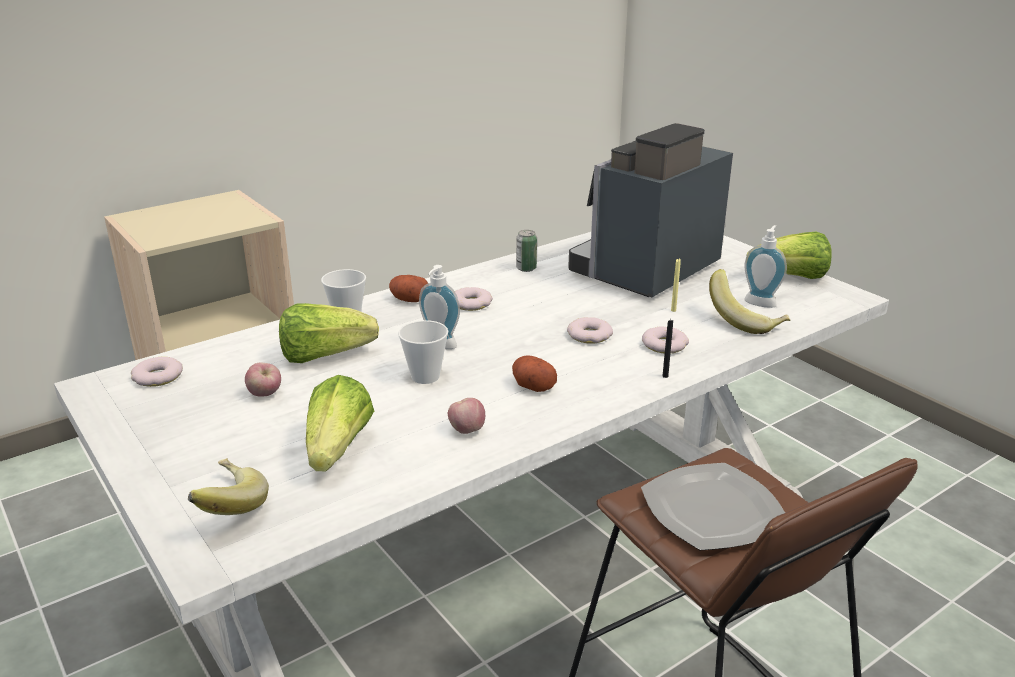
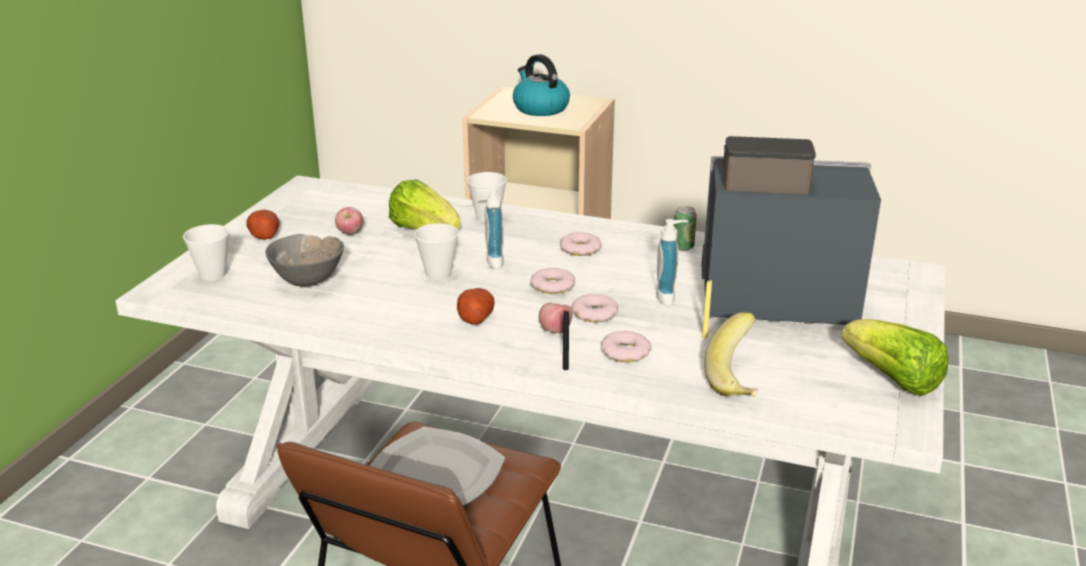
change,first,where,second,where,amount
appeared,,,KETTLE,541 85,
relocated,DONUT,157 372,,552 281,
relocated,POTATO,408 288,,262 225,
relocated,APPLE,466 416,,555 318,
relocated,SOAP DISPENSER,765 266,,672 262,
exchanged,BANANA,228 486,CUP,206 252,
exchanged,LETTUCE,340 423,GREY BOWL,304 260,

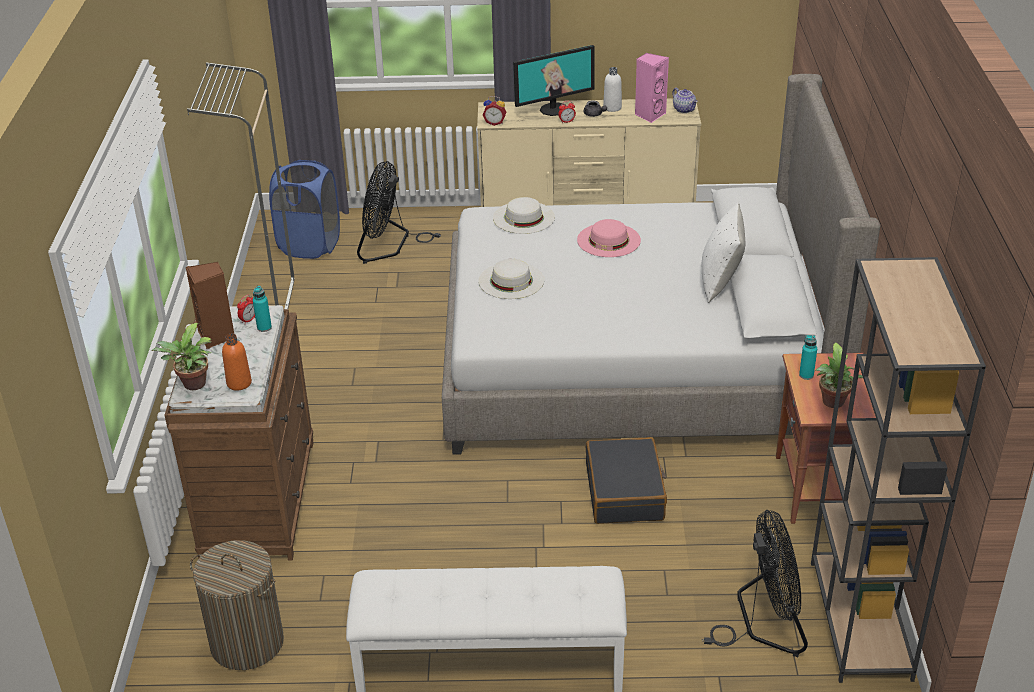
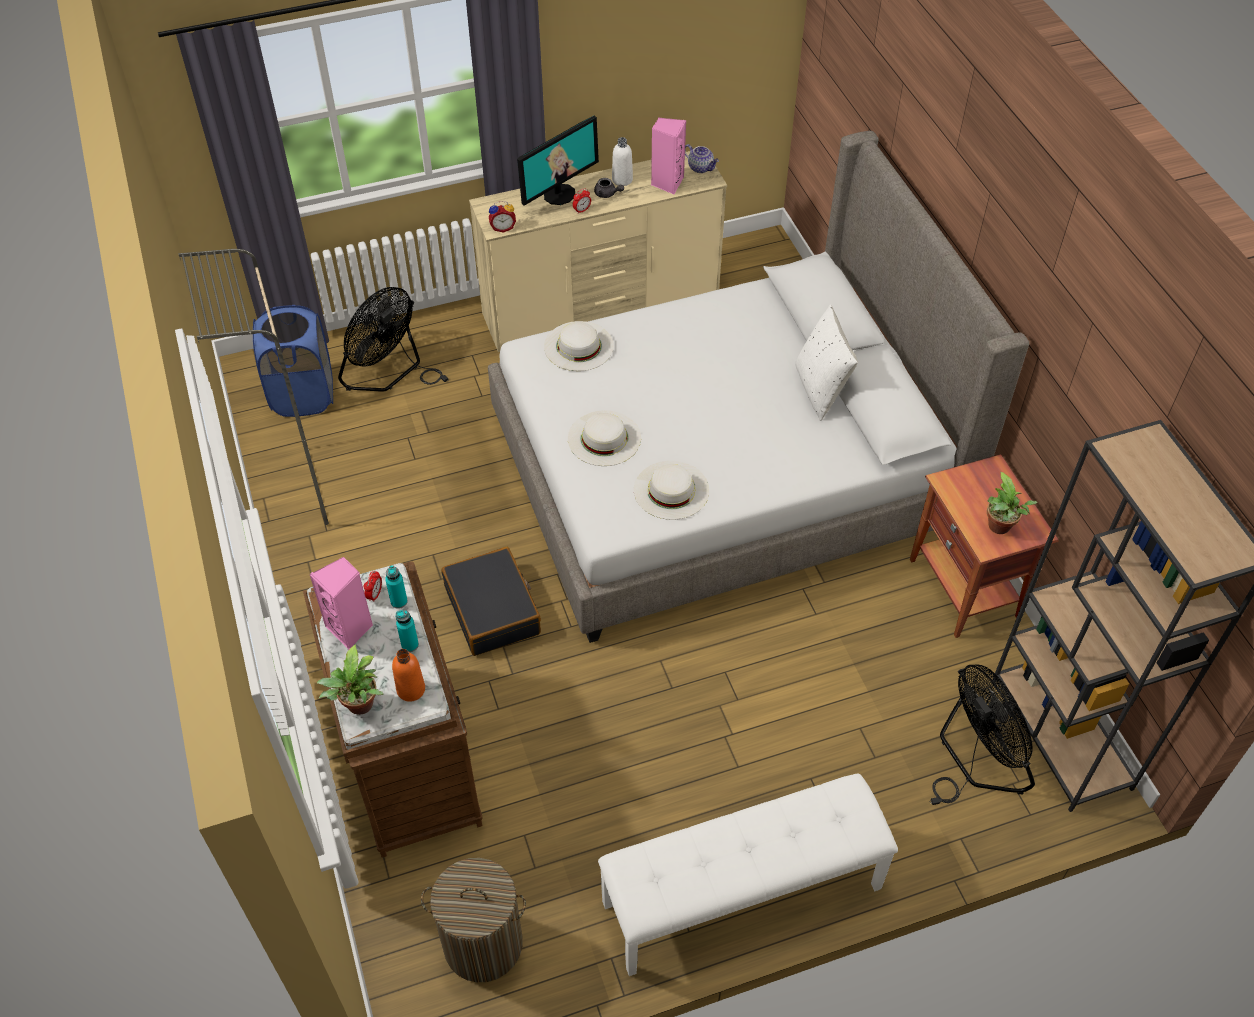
change,first,where,second,where,amount
missing,PINK HAT,609 238,,,
appeared,,,WHITE HAT,671 490,
relocated,BLACK SUITCASE,626 480,,491 601,
relocated,TURQUOISE BOTTLE,808 357,,407 631,
colour,BROWN SPEAKER,210 305,PINK SPEAKER,341 603,
spun,BLACK FAN,399 212,,393 339,45 degrees clockwise

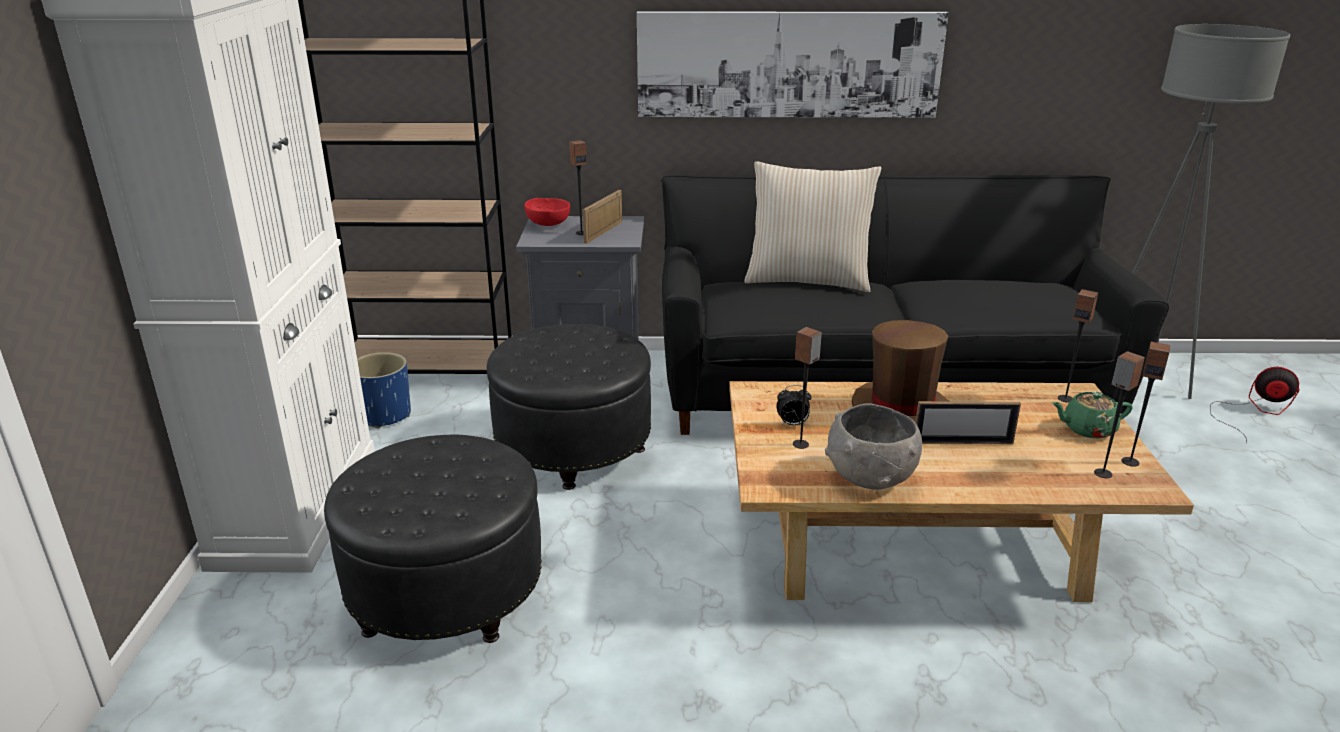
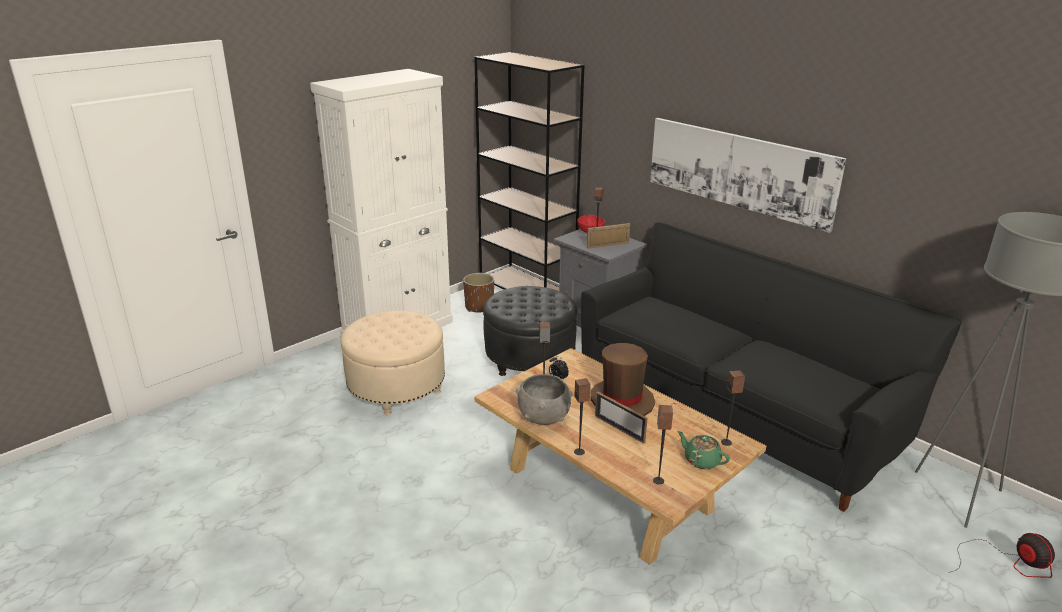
change,first,where,second,where,amount
missing,BEIGE PILLOW,812 226,,,
relocated,SPEAKER,1145 404,,582 416,
colour,BLACK OTTOMAN,433 539,BEIGE OTTOMAN,393 363,
colour,BLUE PLANTER,384 390,BROWN PLANTER,478 292,

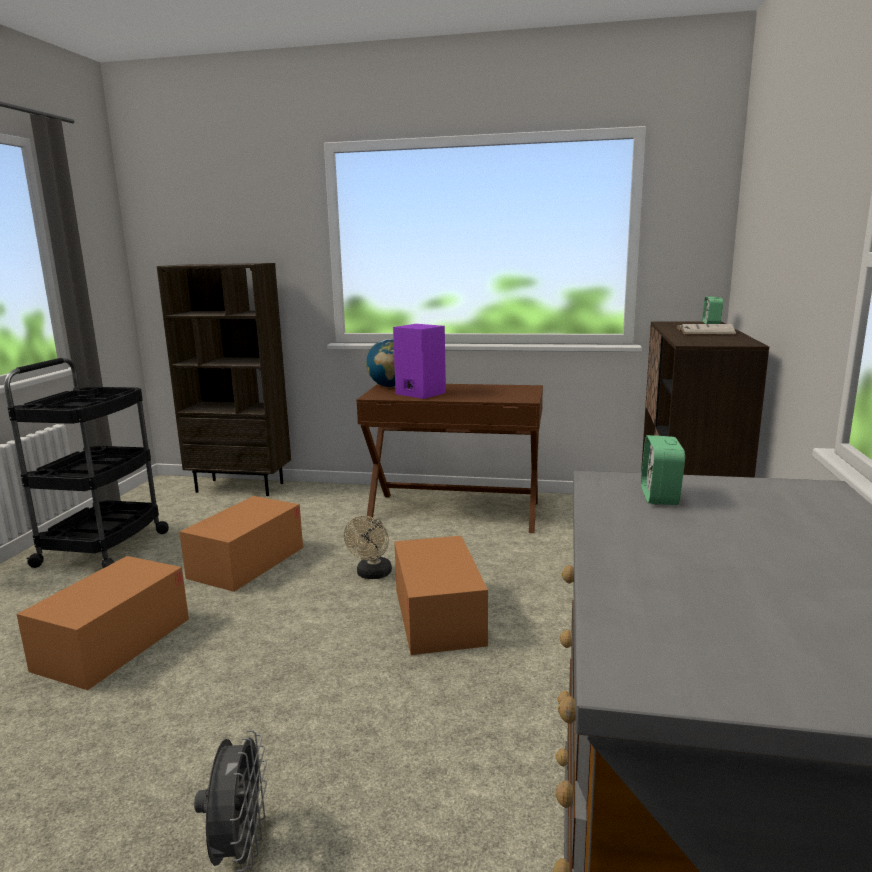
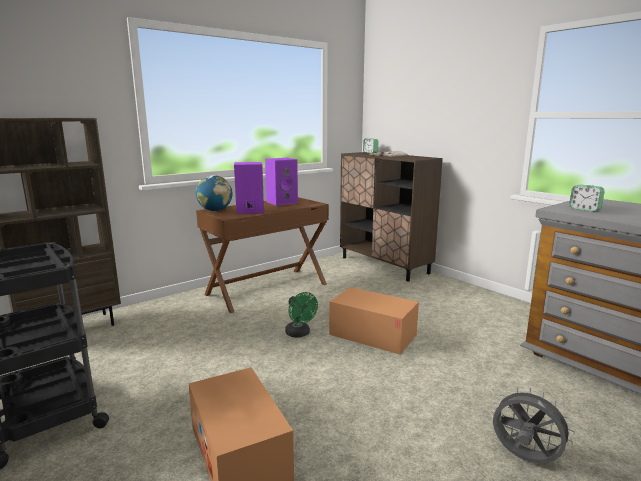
change,first,where,second,where,amount
missing,CARDBOARD BOX,241 544,,,
appeared,,,PURPLE SPEAKER,281 182,
colour,BEIGE FAN,368 547,GREEN FAN,301 315,

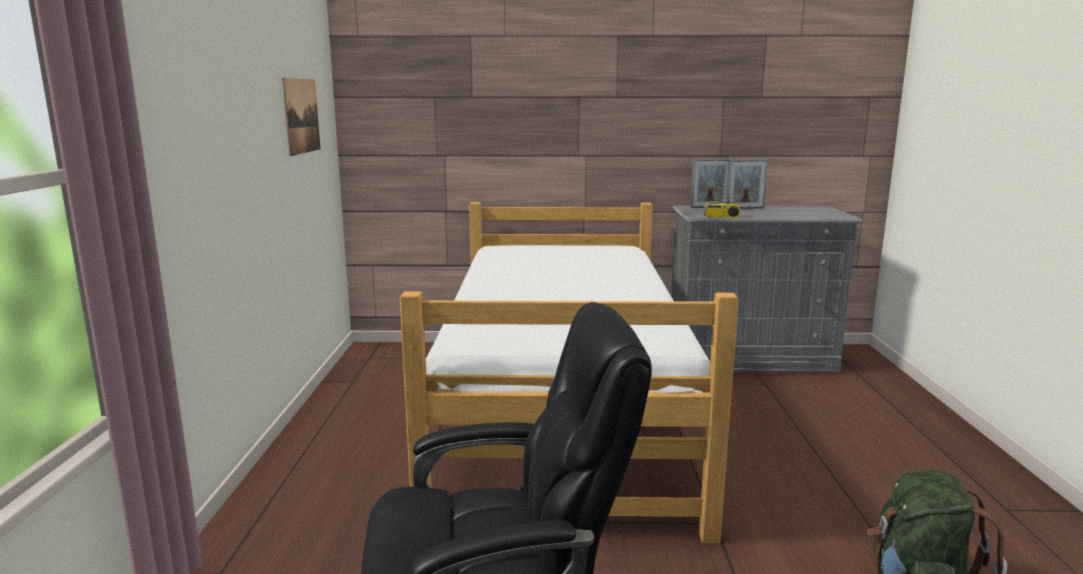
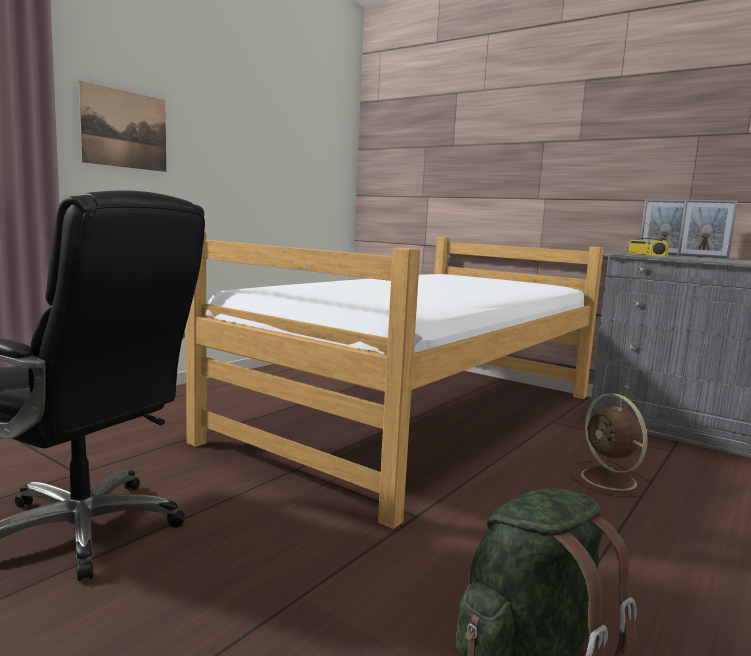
change,first,where,second,where,amount
appeared,,,BROWN FAN,611 445,
relocated,PICTURE,301 117,,122 126,

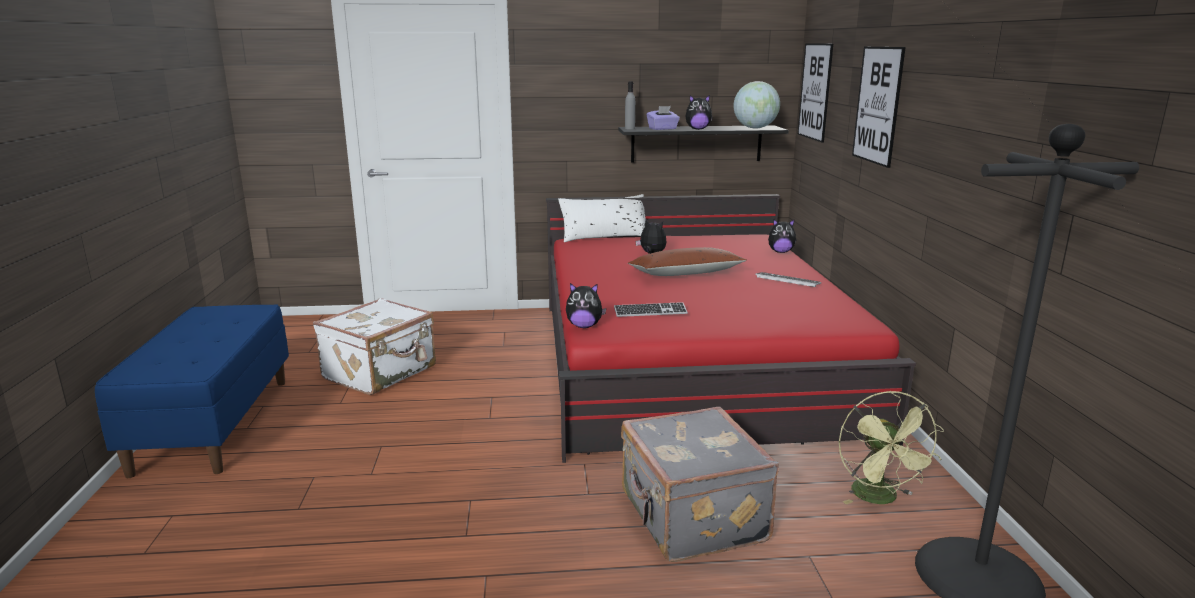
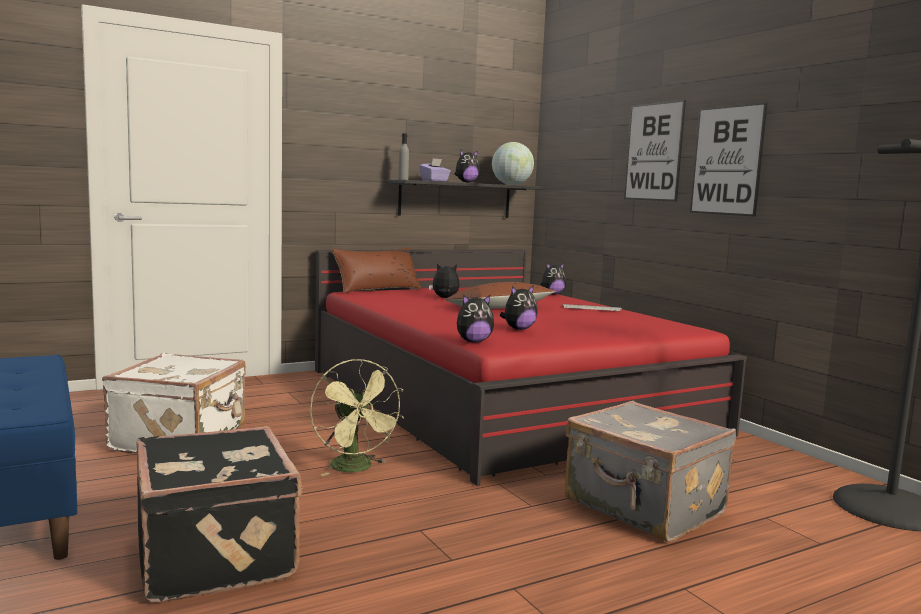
change,first,where,second,where,amount
appeared,,,BLACK SUITCASE,219 514,
relocated,PICTURE,815 92,,729 159,
relocated,GREEN FAN,891 447,,357 417,
exchanged,KEYBOARD,651 309,PLUSH TOY,519 307,
colour,WHITE PILLOW,602 218,BROWN PILLOW,376 270,

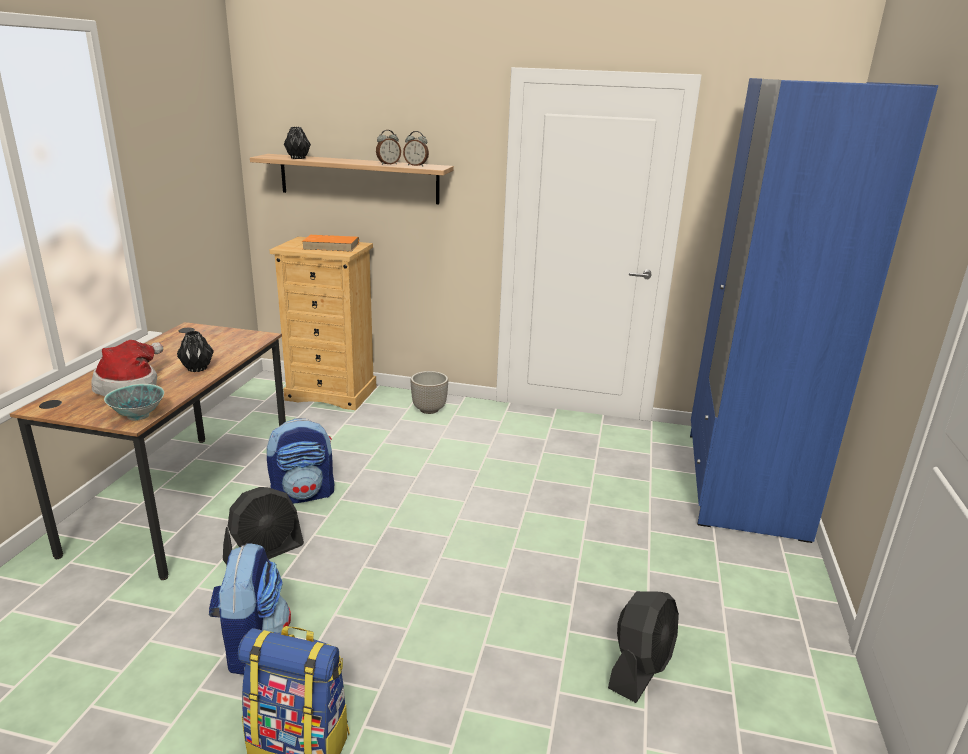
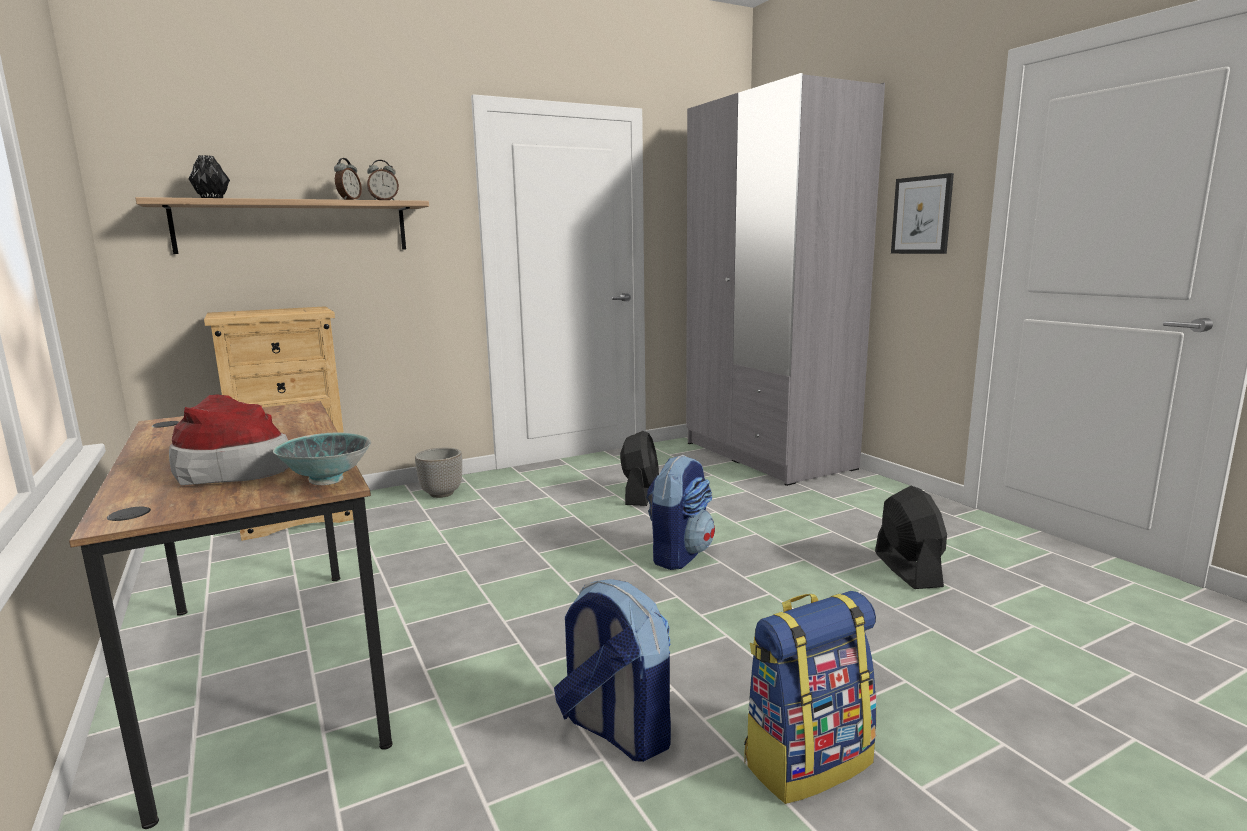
change,first,where,second,where,amount
missing,BLACK VASE,195 351,,,
missing,ORANGE BOOK,330 243,,,
appeared,,,PICTURE,922 213,
relocated,BLACK FAN,263 526,,639 468,
relocated,BACKPACK,300 461,,680 512,
colour,BLUE WARDROBE,814 310,GREY WARDROBE,785 279,

